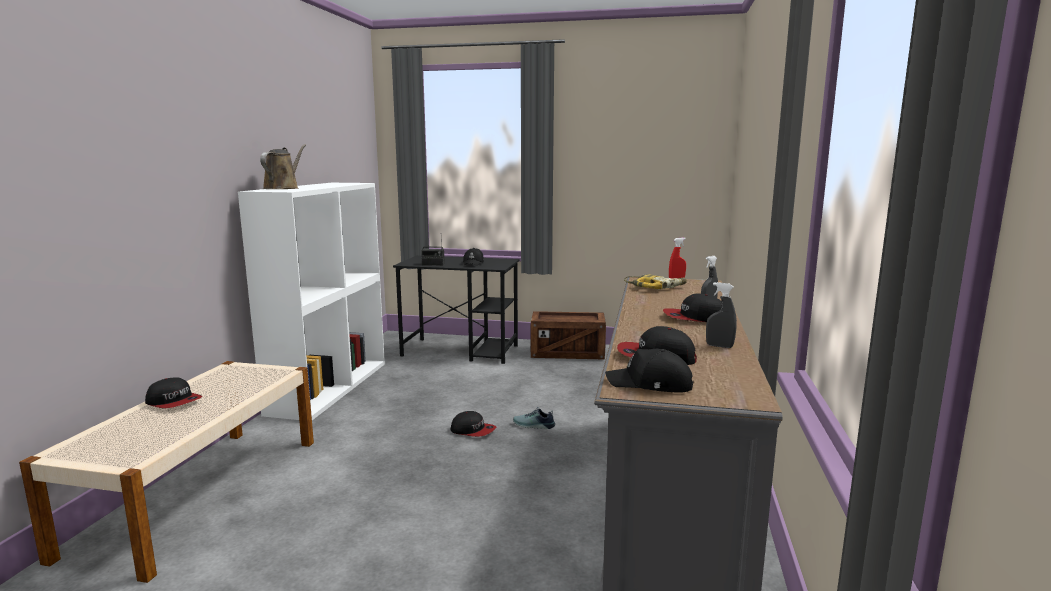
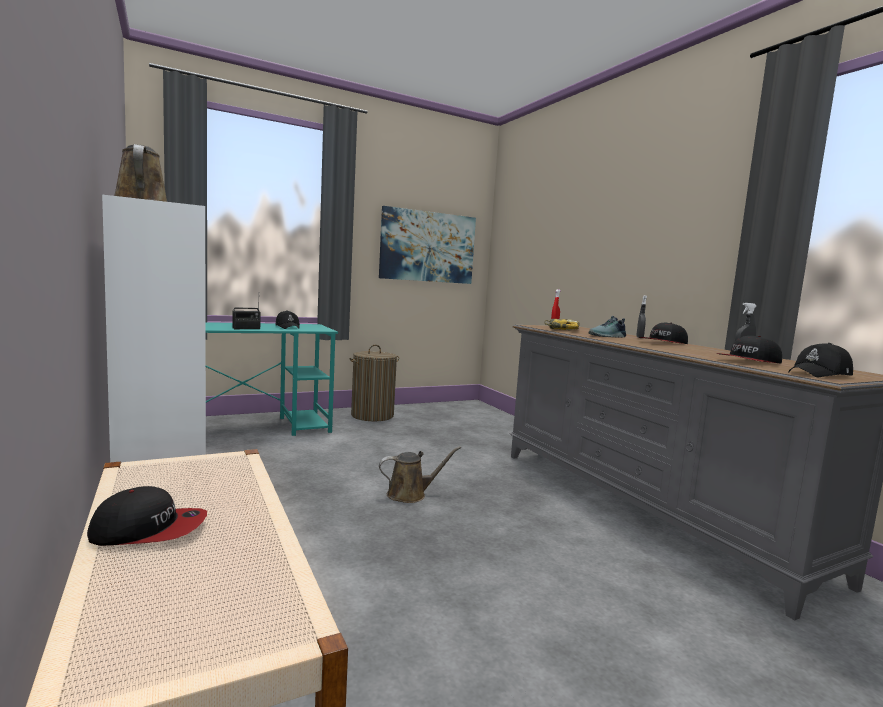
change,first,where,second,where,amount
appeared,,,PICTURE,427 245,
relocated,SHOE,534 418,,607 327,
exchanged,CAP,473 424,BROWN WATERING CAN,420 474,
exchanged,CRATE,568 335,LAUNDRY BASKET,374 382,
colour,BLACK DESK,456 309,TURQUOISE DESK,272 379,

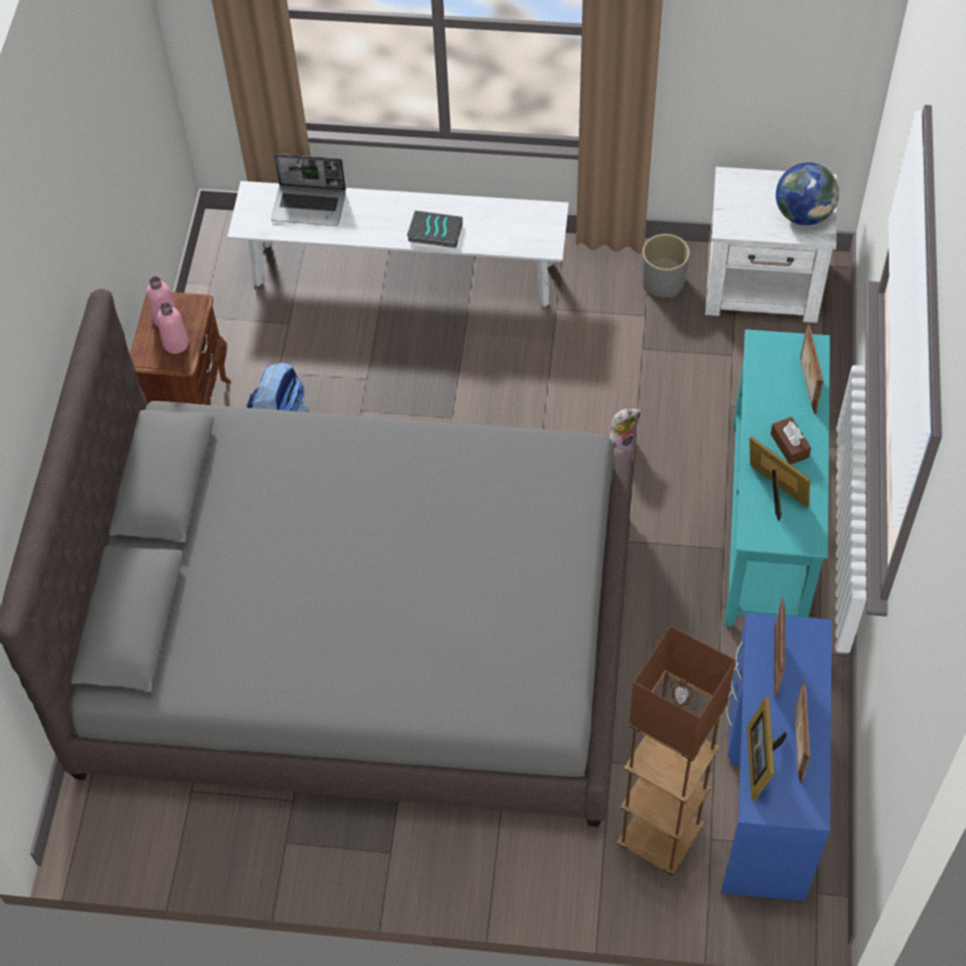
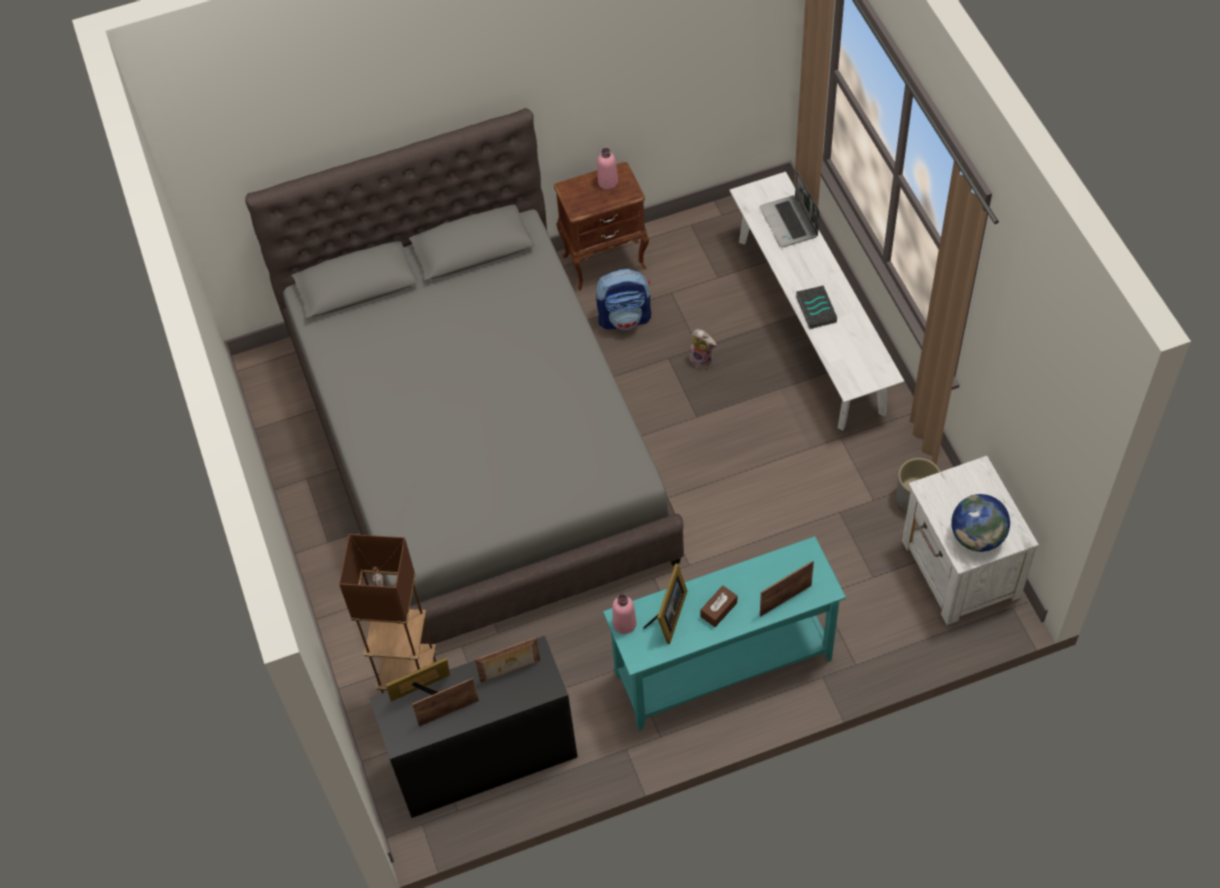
change,first,where,second,where,amount
relocated,PINK BOTTLE,173 328,,624 614,
relocated,PLUSH TOY,624 432,,702 349,
colour,BLUE DESK,776 756,BLACK DESK,474 727,

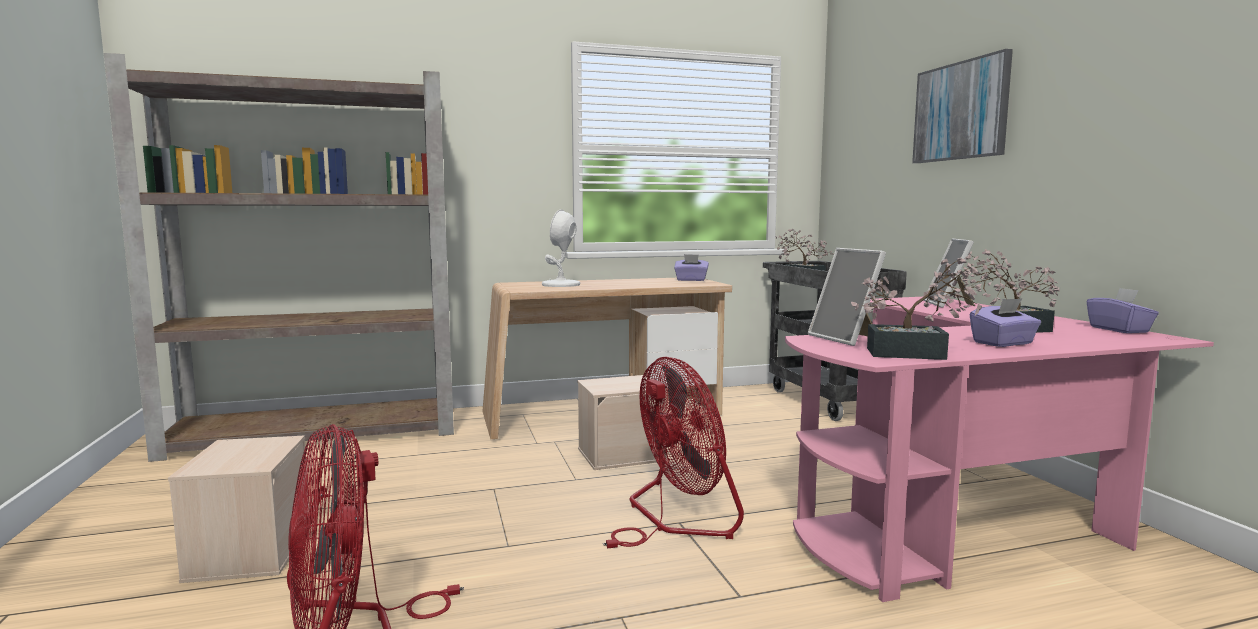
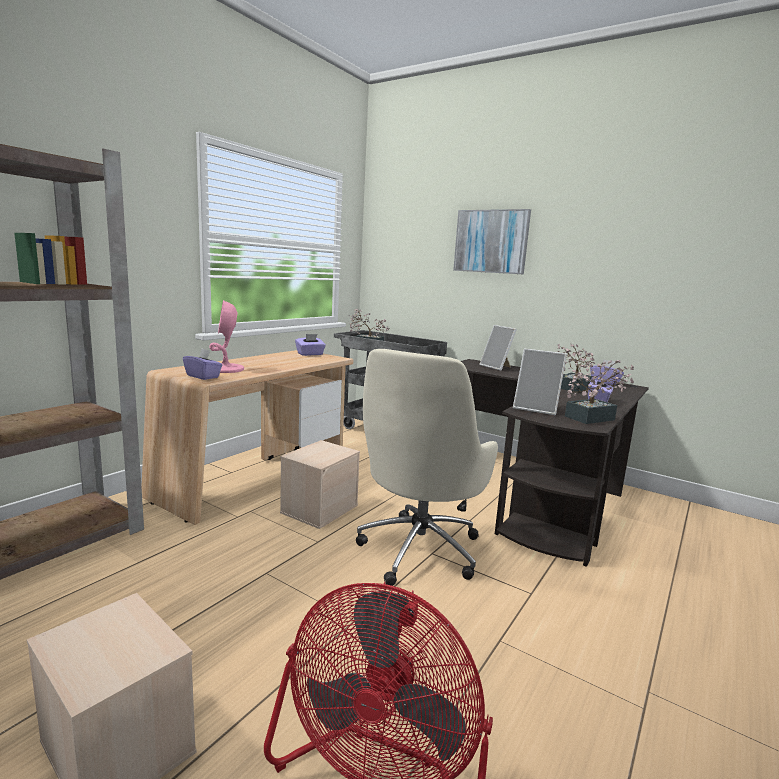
change,first,where,second,where,amount
appeared,,,PURPLE TISSUE BOX,202 364,
exchanged,RED FAN,673 452,BEIGE OFFICE CHAIR,427 467,
colour,WHITE TABLE LAMP,561 248,PINK TABLE LAMP,226 336,
colour,PINK DESK,999 449,BLACK DESK,555 463,

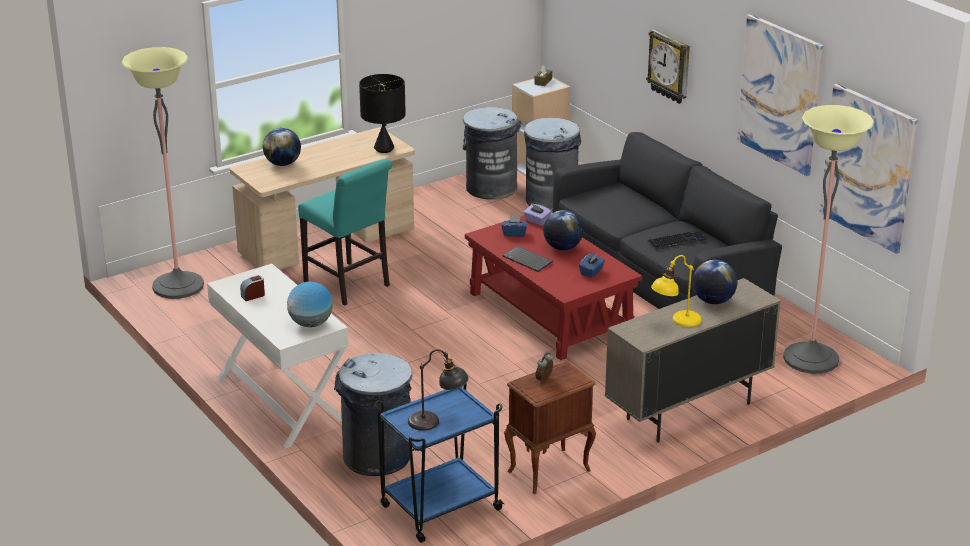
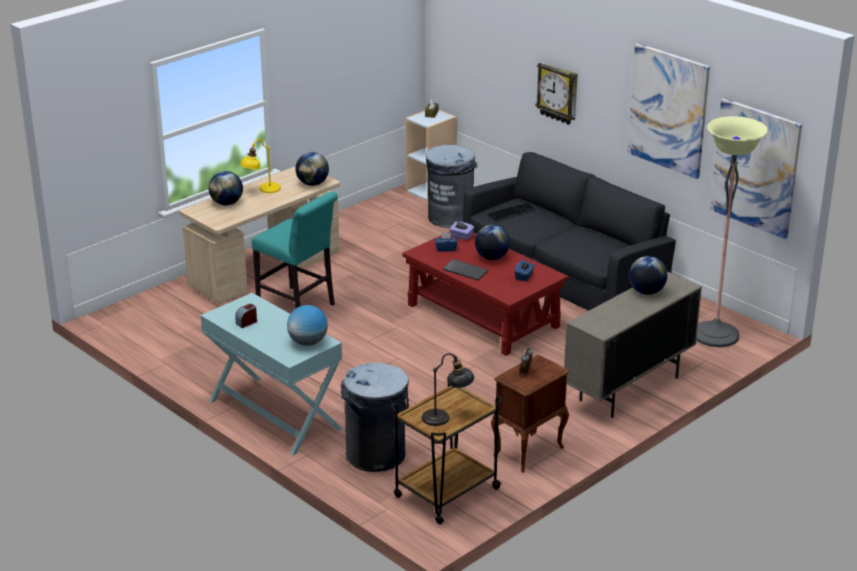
change,first,where,second,where,amount
missing,FLOOR LAMP,163 173,,,
missing,GREY TRASH CAN,492 153,,,
relocated,KEYBOARD,677 240,,511 212,
relocated,YELLOW TABLE LAMP,676 291,,260 166,
exchanged,BLACK TABLE LAMP,382 113,GLOBE,312 169,
colour,WHITE DESK,278 356,TURQUOISE DESK,271 374,
colour,BLUE CART,439 463,BROWN CART,446 449,

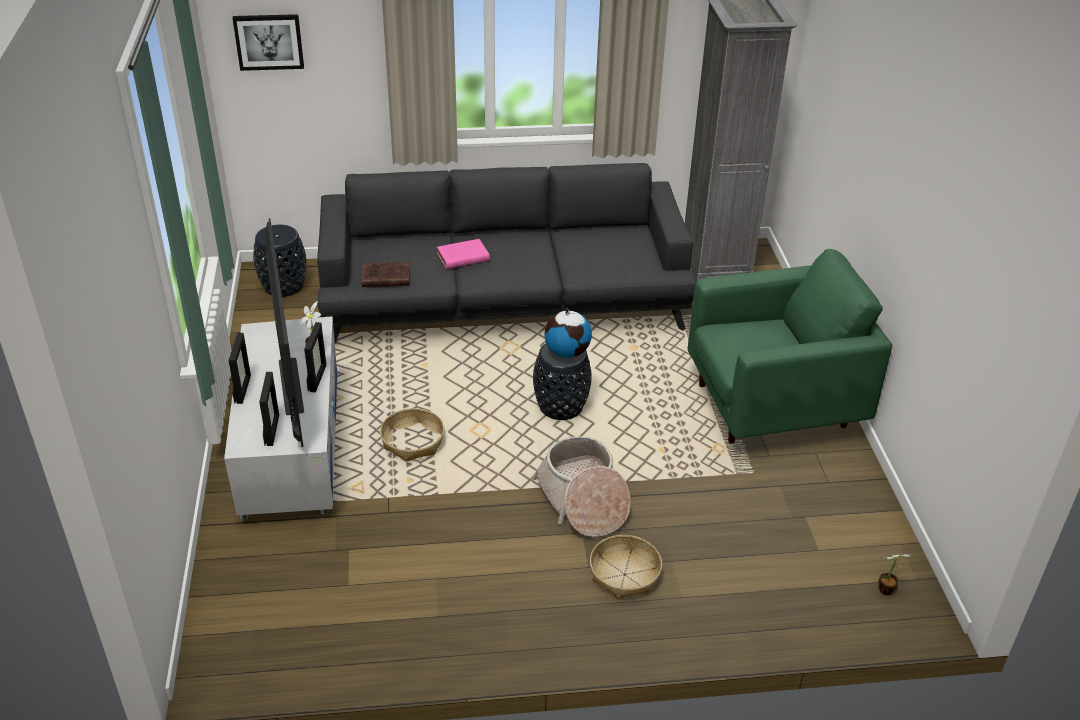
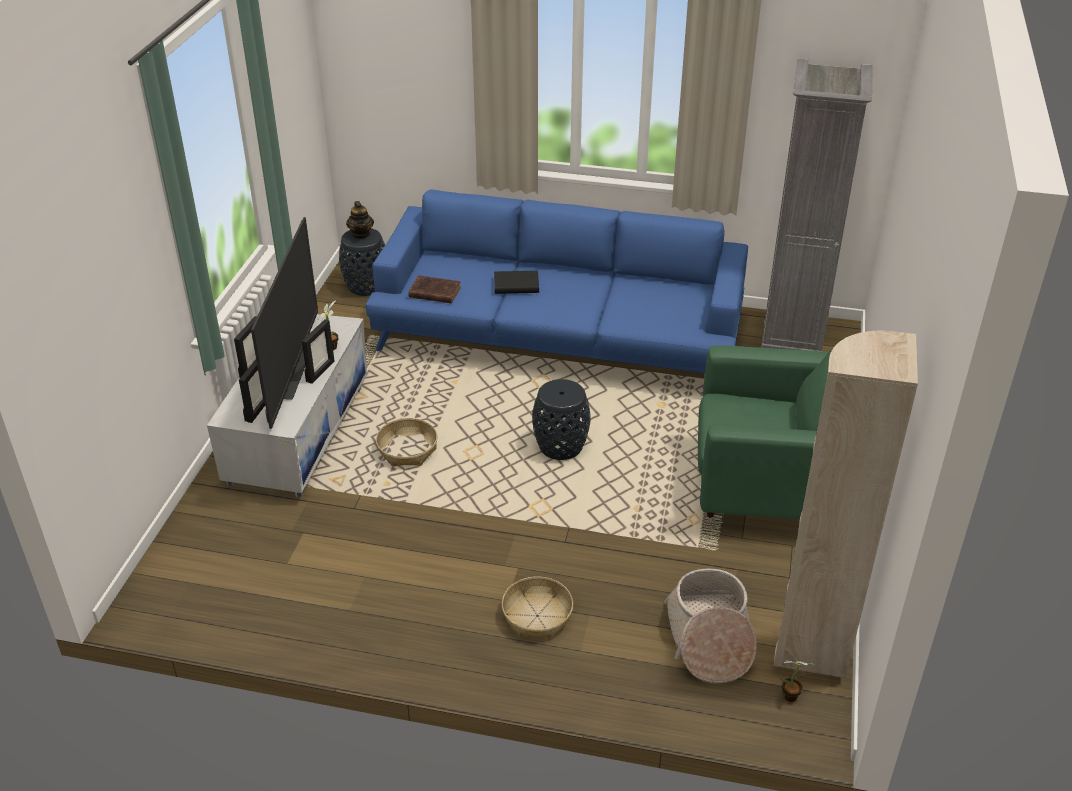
change,first,where,second,where,amount
missing,PICTURE,268 42,,,
missing,GLOBE,568 333,,,
appeared,,,TEAPOT,360 220,
appeared,,,BEIGE BOOKCASE,846 504,
relocated,BASKET,581 486,,710 626,
colour,GREY SOFA,507 253,BLUE SOFA,557 281,
colour,PINK BOOK,463 254,BLACK BOOK,516 282,

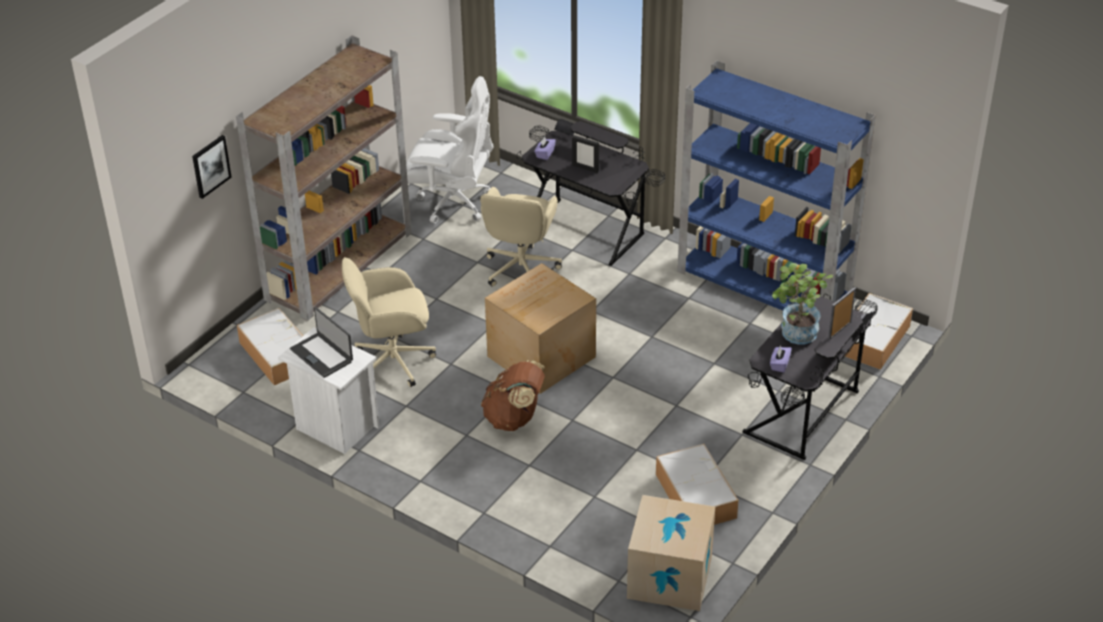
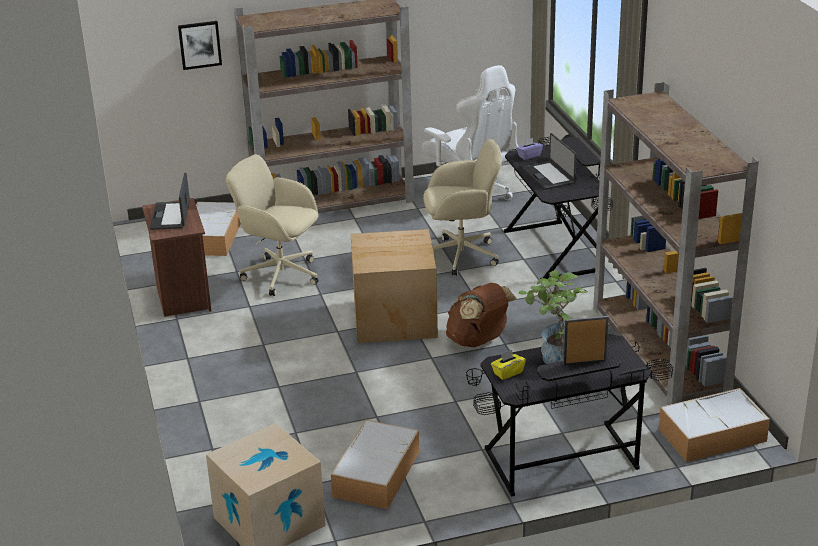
change,first,where,second,where,amount
relocated,BROWN BACKPACK,513 395,,481 315,
exchanged,PICTURE FRAME,585 154,LAPTOP,549 161,
colour,WHITE NIGHTSTAND,329 390,BROWN NIGHTSTAND,176 257,
colour,BLUE BOOKCASE,776 185,BROWN BOOKCASE,676 243,
colour,PURPLE TISSUE BOX,781 359,YELLOW TISSUE BOX,508 365,
spun,BEIGE OFFICE CHAIR,521 237,,462 207,150 degrees counterclockwise

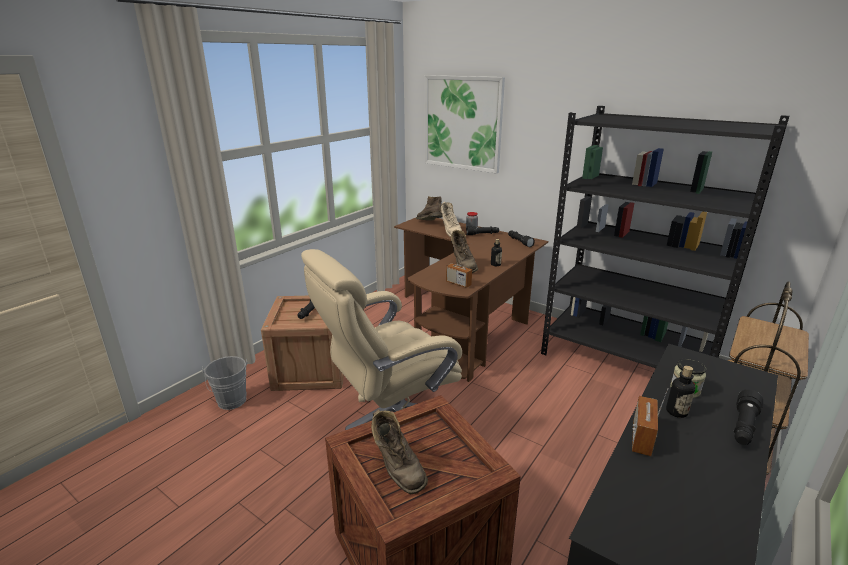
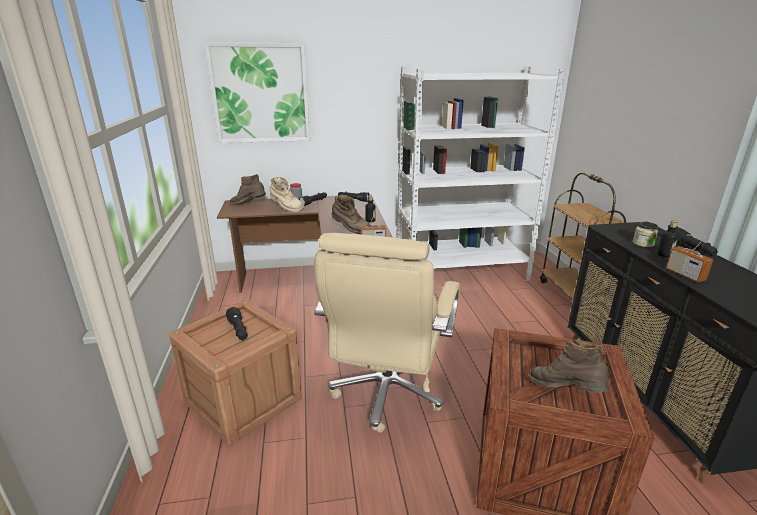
change,first,where,second,where,amount
missing,GREY BUCKET,225 383,,,
colour,BLACK BOOKCASE,665 237,WHITE BOOKCASE,481 174,
spun,BROWN BOOT,399 451,,568 366,150 degrees counterclockwise

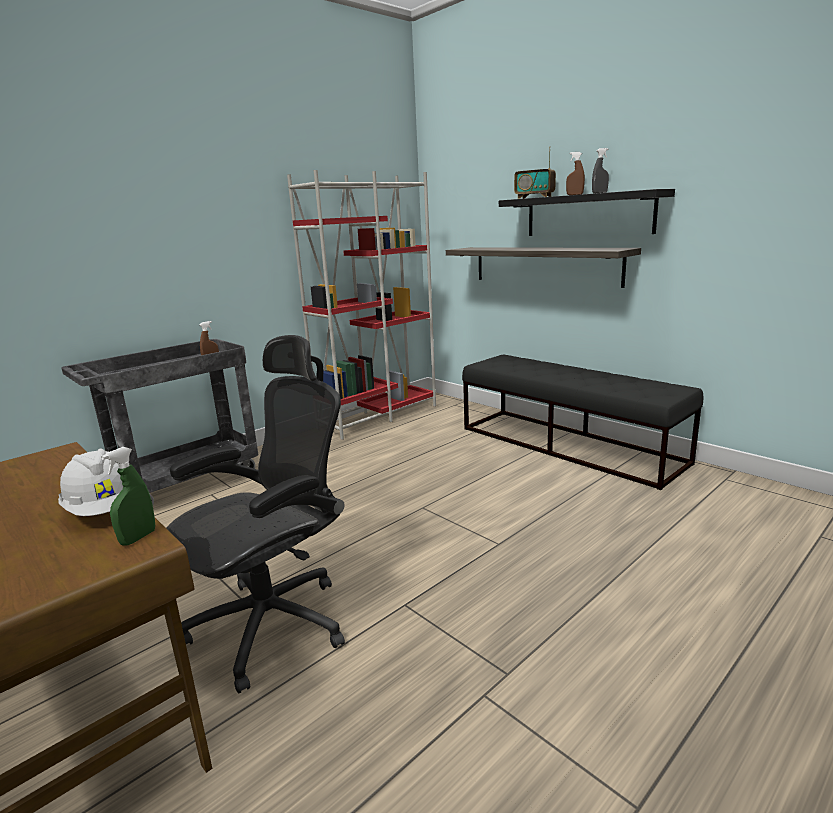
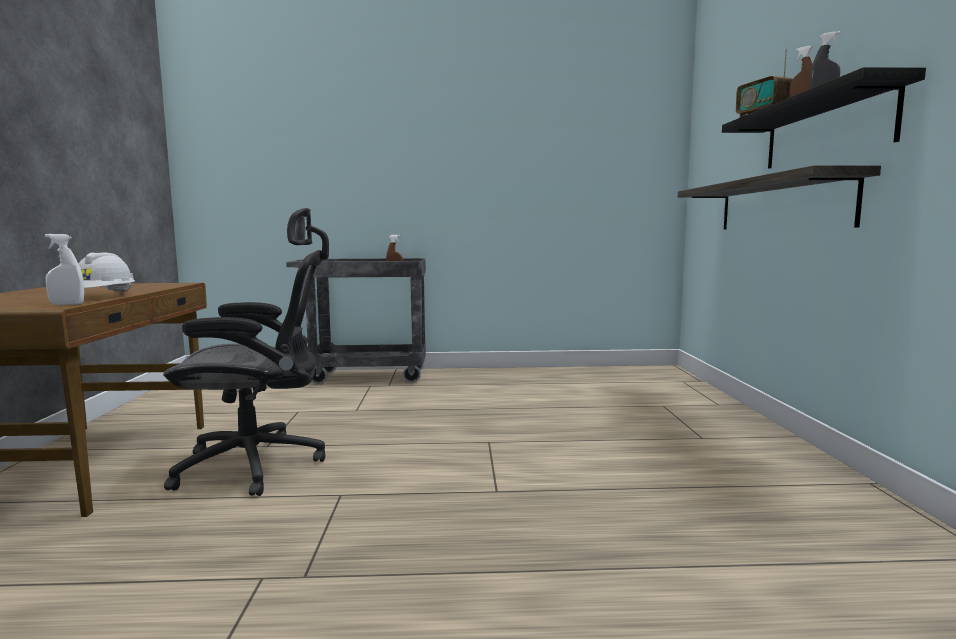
change,first,where,second,where,amount
missing,RED BOOKCASE,361 305,,,
missing,BLACK BENCH,582 422,,,
colour,GREEN SPRAY BOTTLE,128 496,WHITE SPRAY BOTTLE,64 269,

